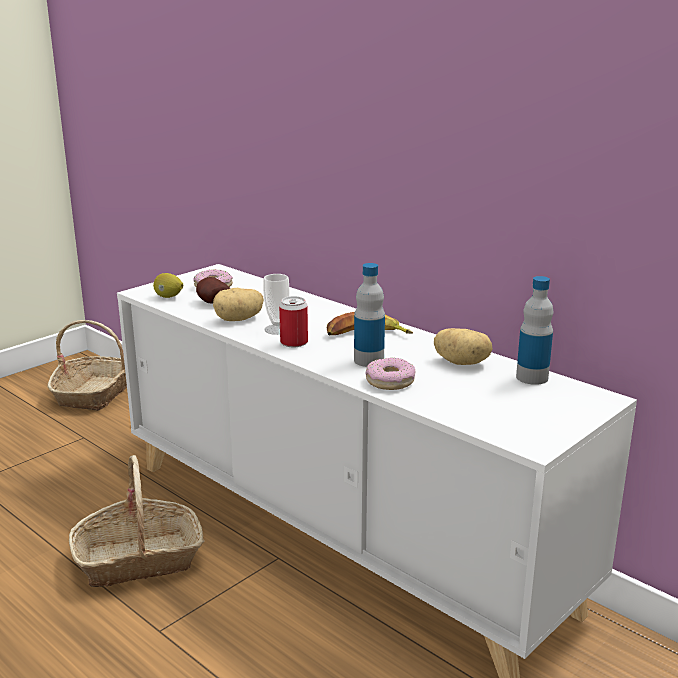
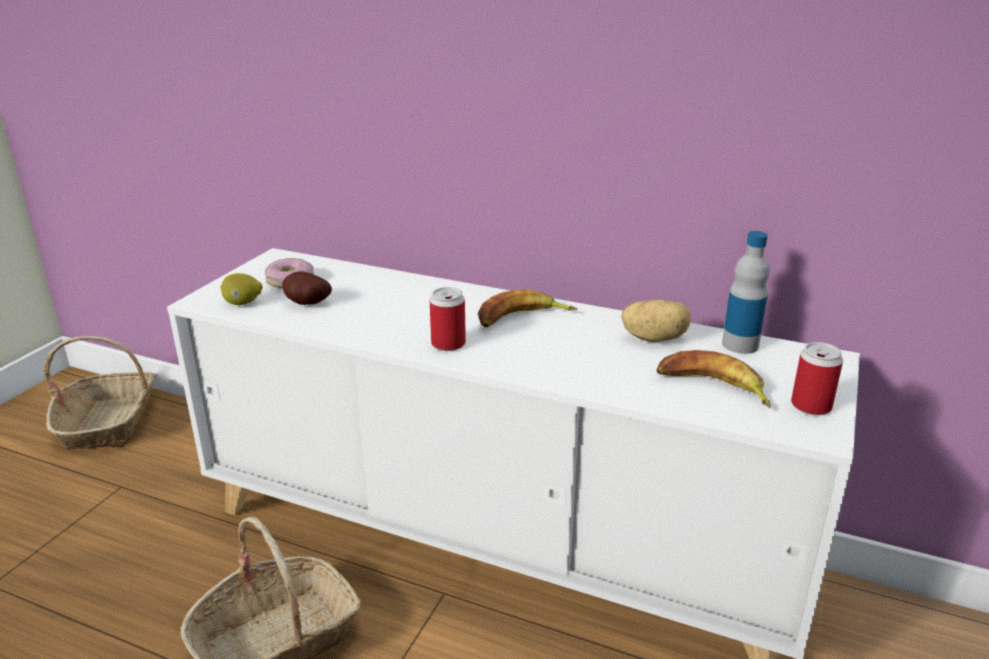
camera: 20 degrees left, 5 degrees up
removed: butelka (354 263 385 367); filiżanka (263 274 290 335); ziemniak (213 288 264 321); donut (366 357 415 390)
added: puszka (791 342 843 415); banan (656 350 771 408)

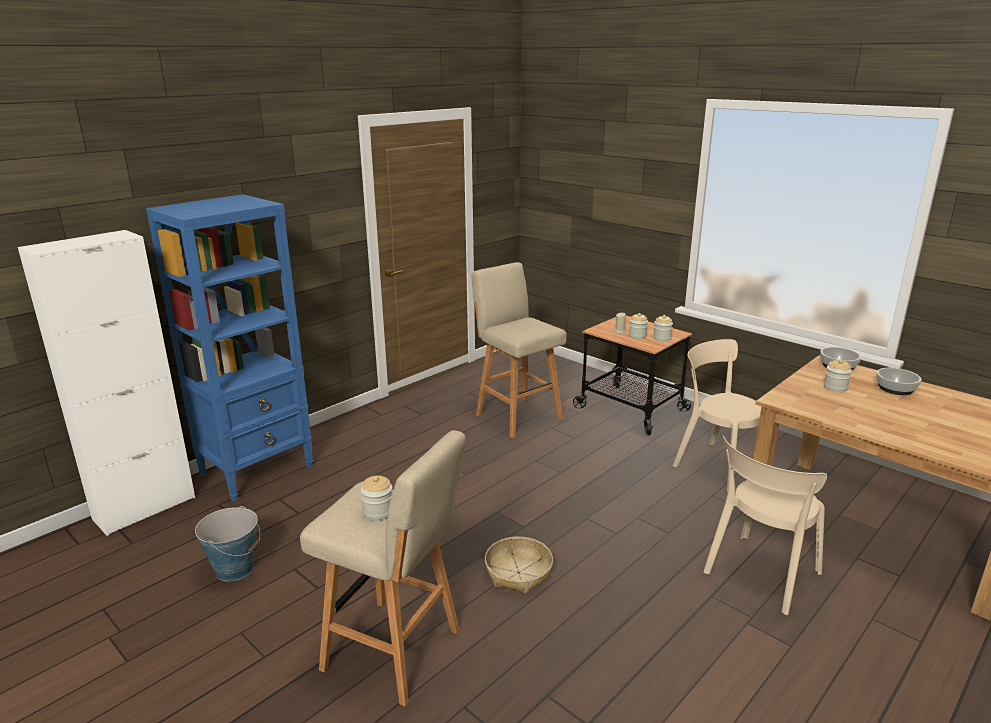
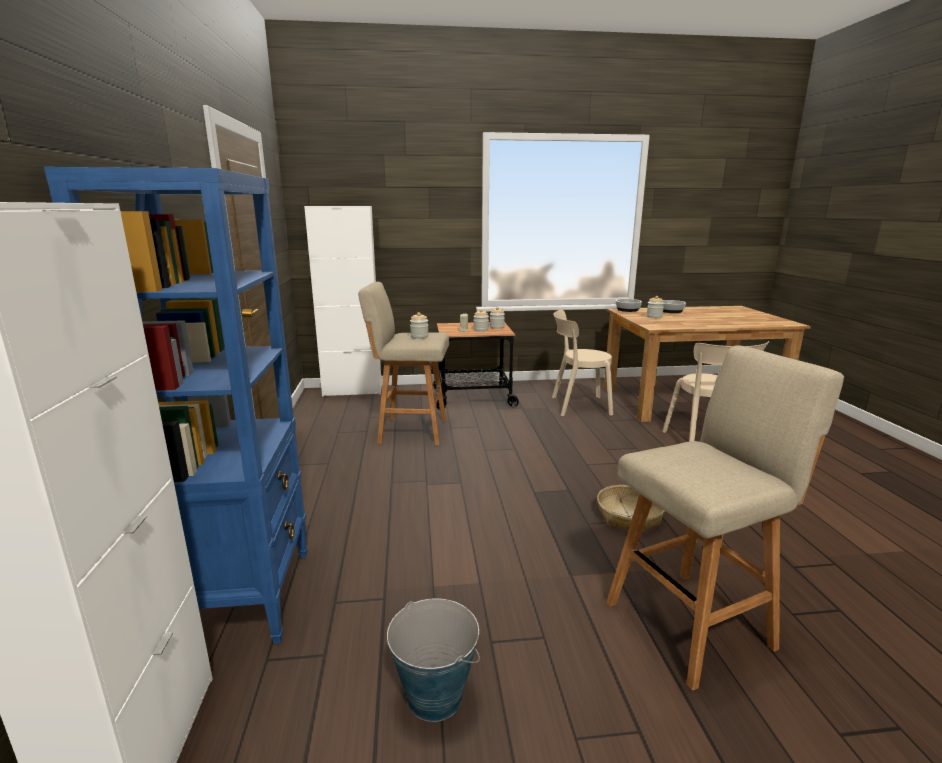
camera: 50 degrees left, 5 degrees down
added: szafka [biały] (304 206 382 397)
moved: słoik (361 475 393 521) to (410 312 429 339)

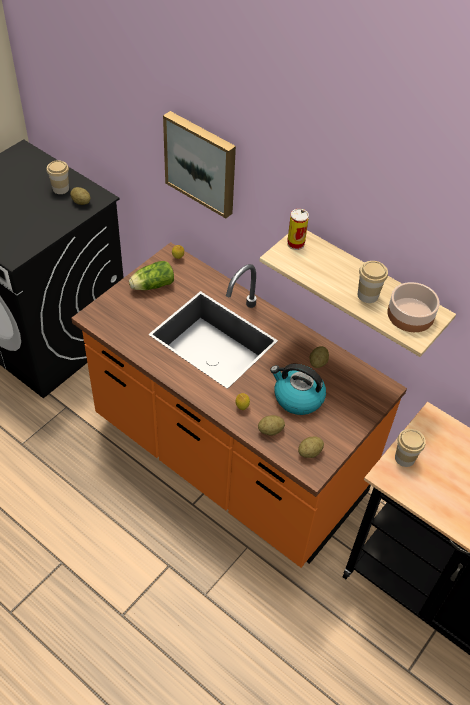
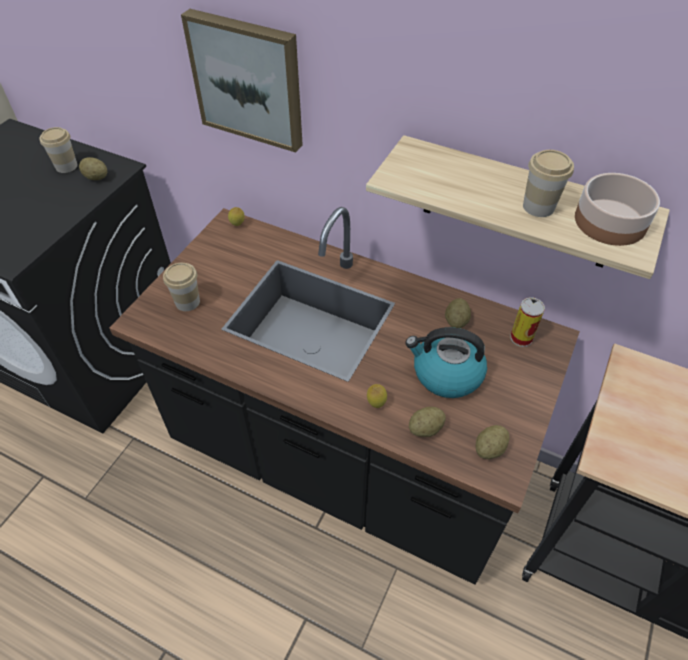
camera: 10 degrees left, 0 degrees up
removed: sałata (129 261 174 290)
moved: puszka (287 209 309 250) to (510 297 545 347); filiżanka (395 429 426 467) to (163 263 200 311)
recoloured: zabudowa kuchenna [pomarańczowy] (71 242 407 568) to zabudowa kuchenna [czarny] (109 207 580 585)

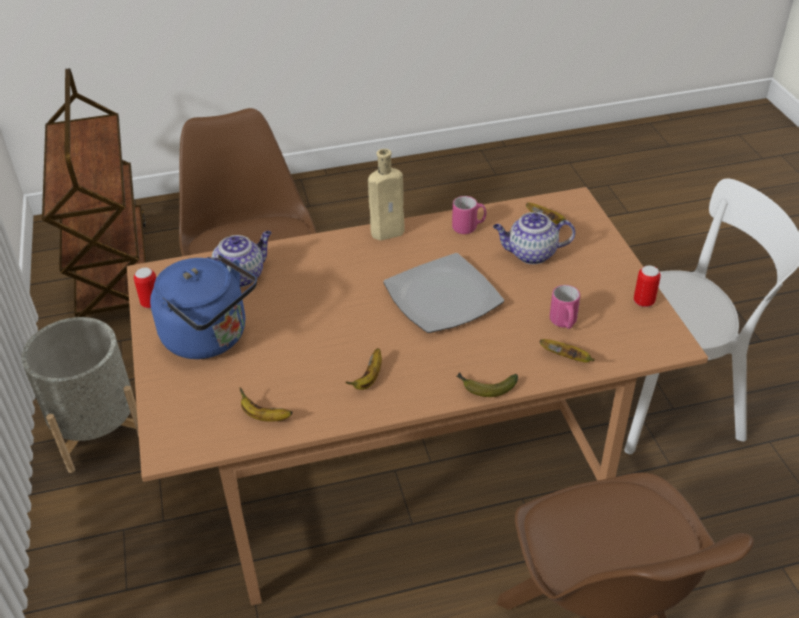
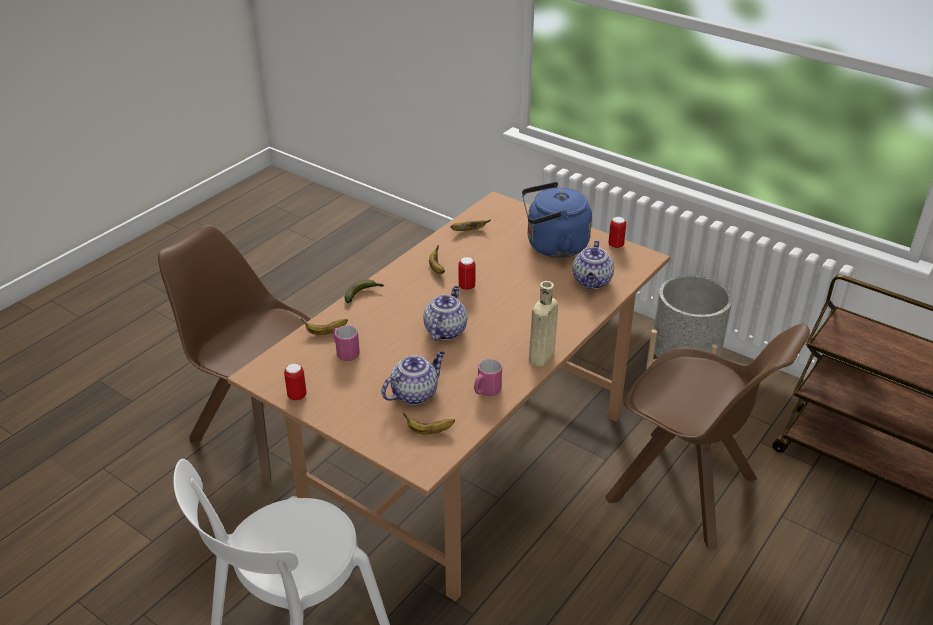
camera: 140 degrees right, 5 degrees down
added: puszka (459 257 475 290)
replaced: talerz (383 253 504 333) to imbryk (423 286 467 341)

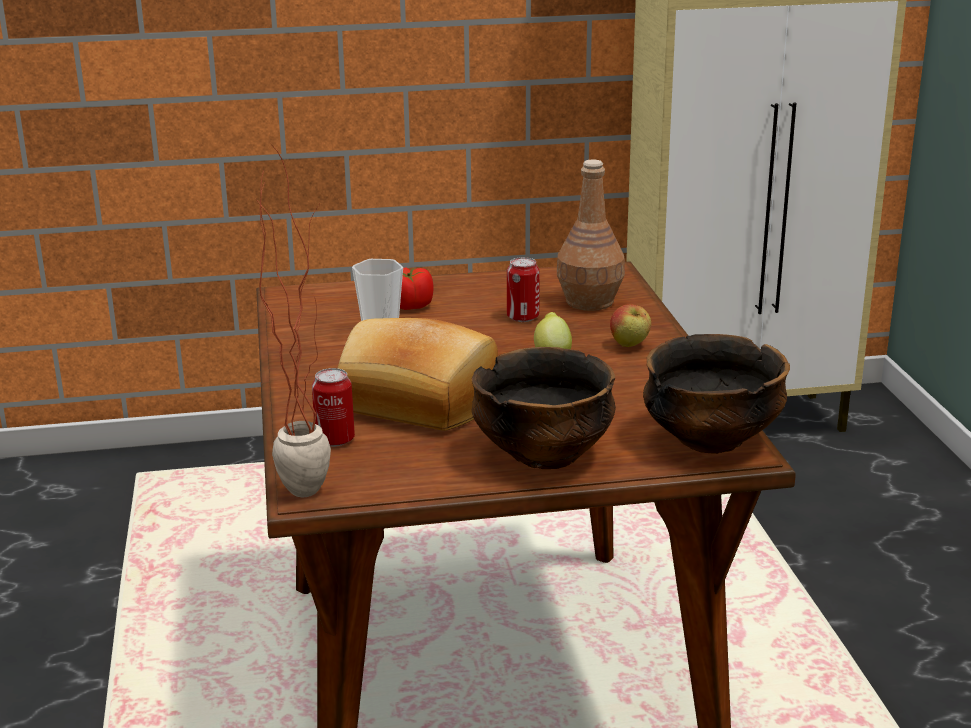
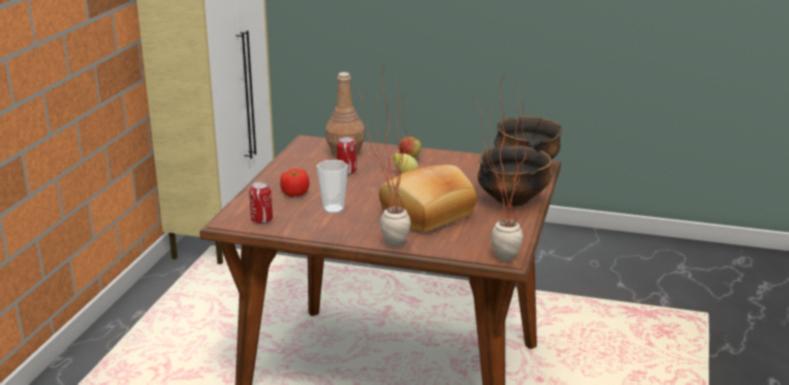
camera: 65 degrees left, 0 degrees up
added: roślina doniczkowa (359 67 413 247)
moved: puszka (312 368 355 447) to (249 181 273 224)

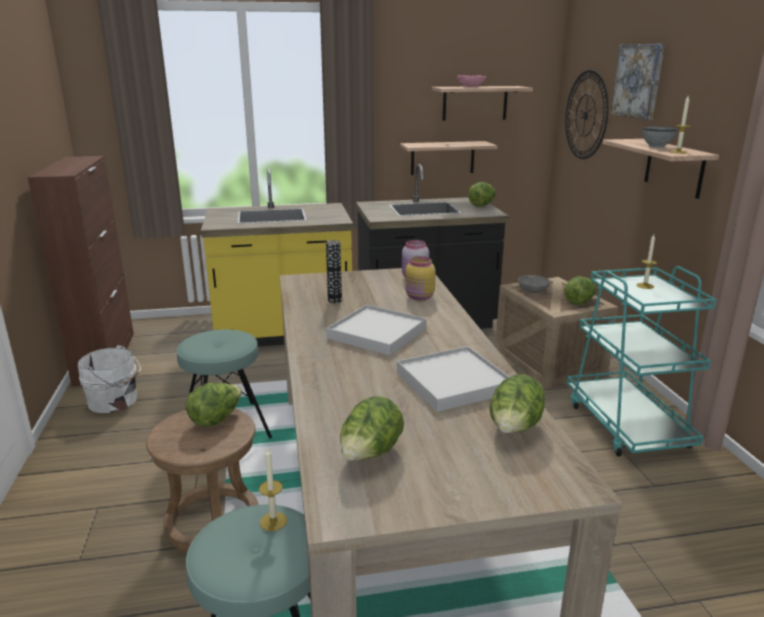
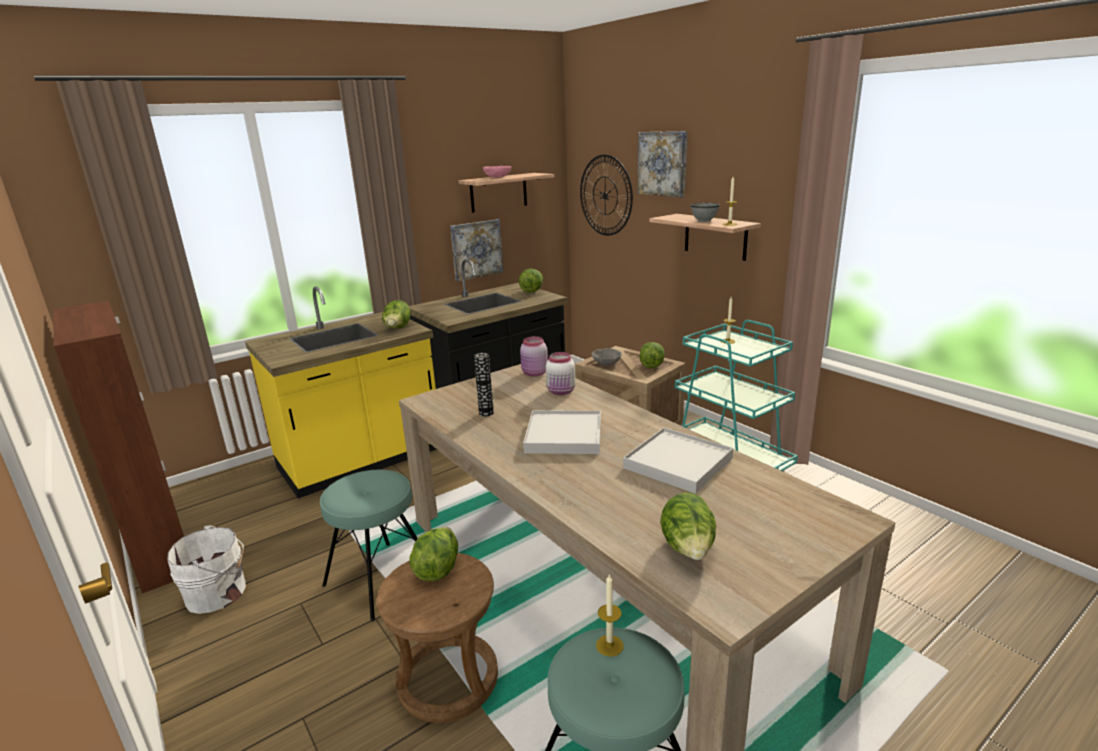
camera: 25 degrees left, 0 degrees up
moved: sałata (490 374 546 433) to (382 300 411 329)
replaced: półka (400 141 498 175) to obraz (450 219 503 281)
recoloured: słoik [żółty] (405 256 436 300) to słoik [biały] (546 352 575 395)

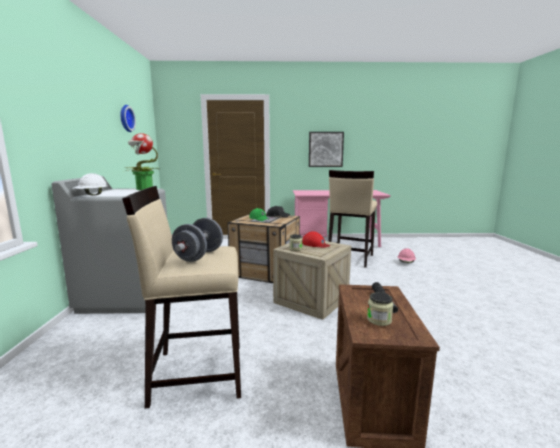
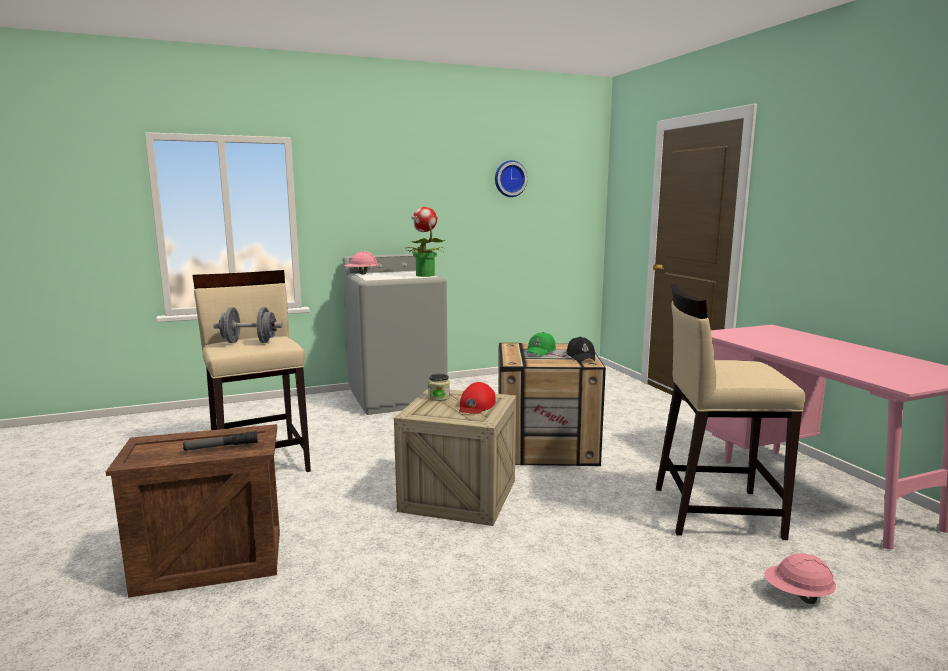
camera: 70 degrees right, 0 degrees up
removed: obraz (309 132 344 167); słoik (367 292 393 326)
recoloured: kask [biały] (74 173 108 196) to kask [różowy] (344 251 379 274)

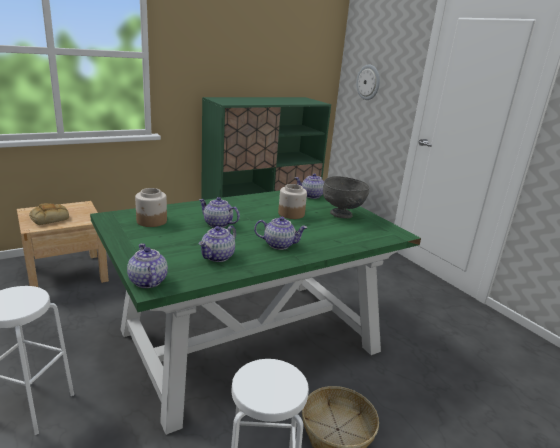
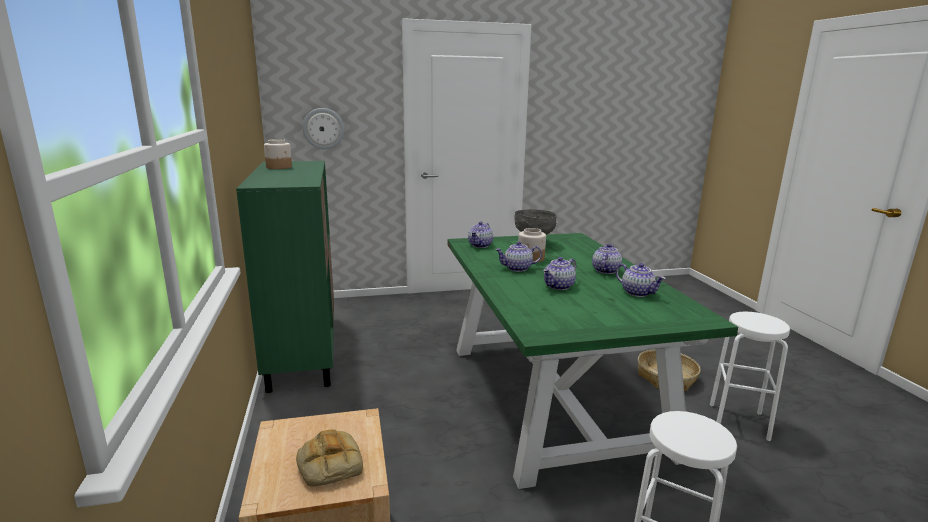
camera: 70 degrees left, 5 degrees down
moved: słoik (135 188 167 227) to (264 139 292 169); imbryk (127 244 168 288) to (495 241 542 272)

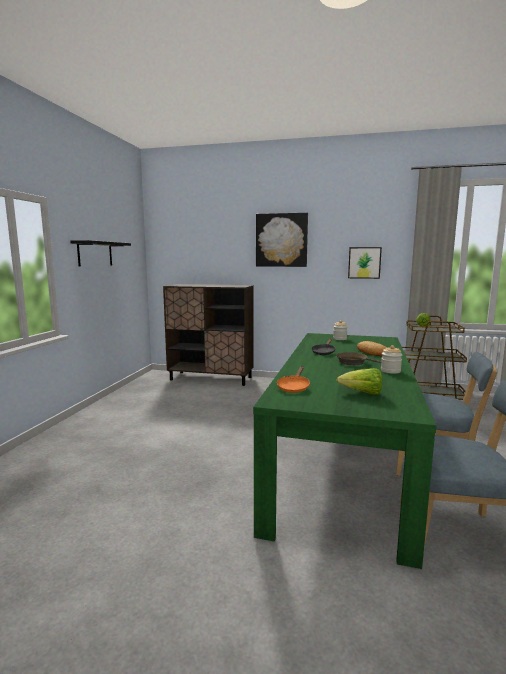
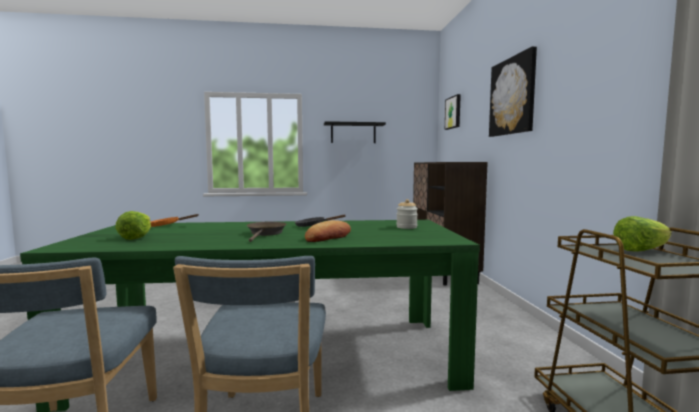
camera: 70 degrees right, 5 degrees down
removed: słoik (381 345 402 374)
moved: obraz (348 247 382 279) to (445 94 461 130)

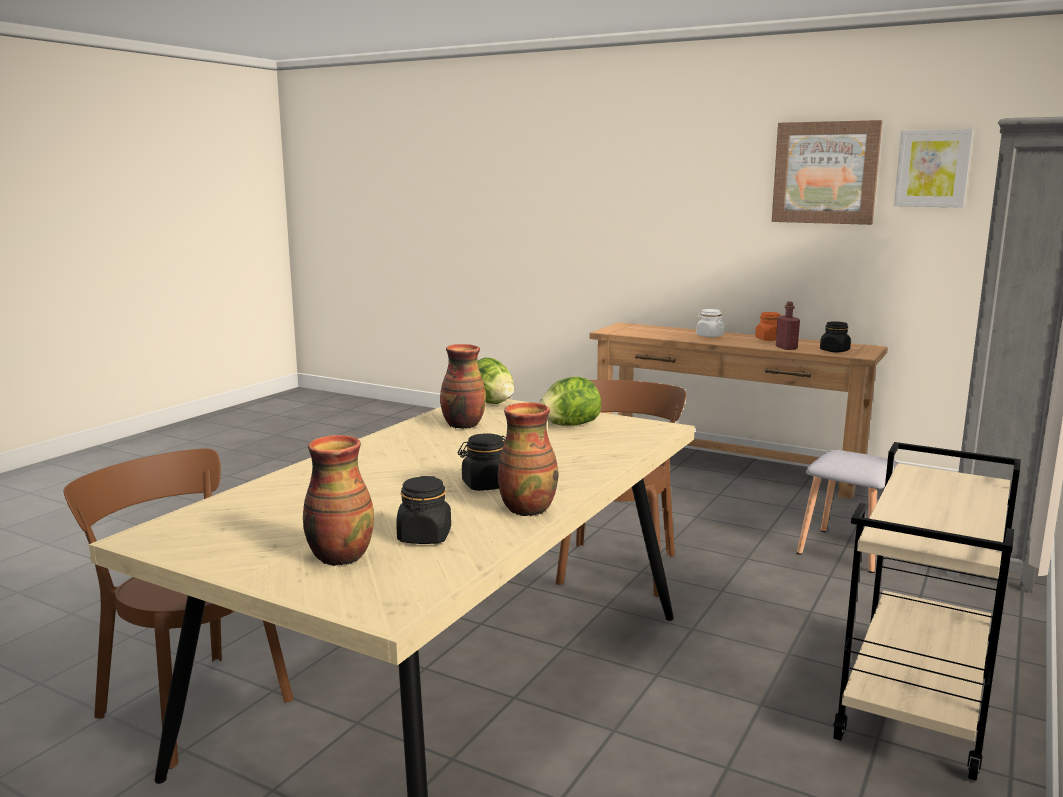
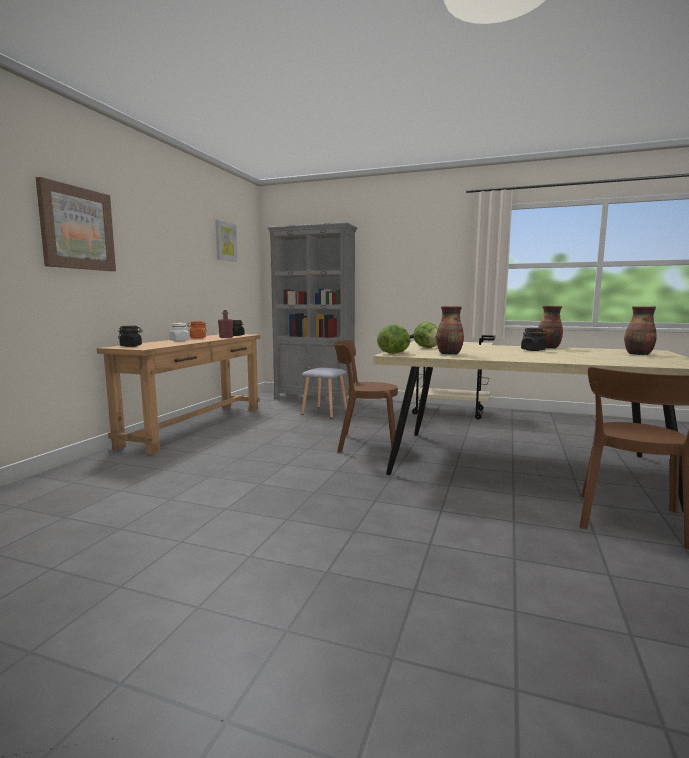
camera: 100 degrees left, 5 degrees down
moved: obraz (772 120 882 225) to (36 177 116 271); słoik [czarny] (396 476 451 544) to (118 326 143 347)

